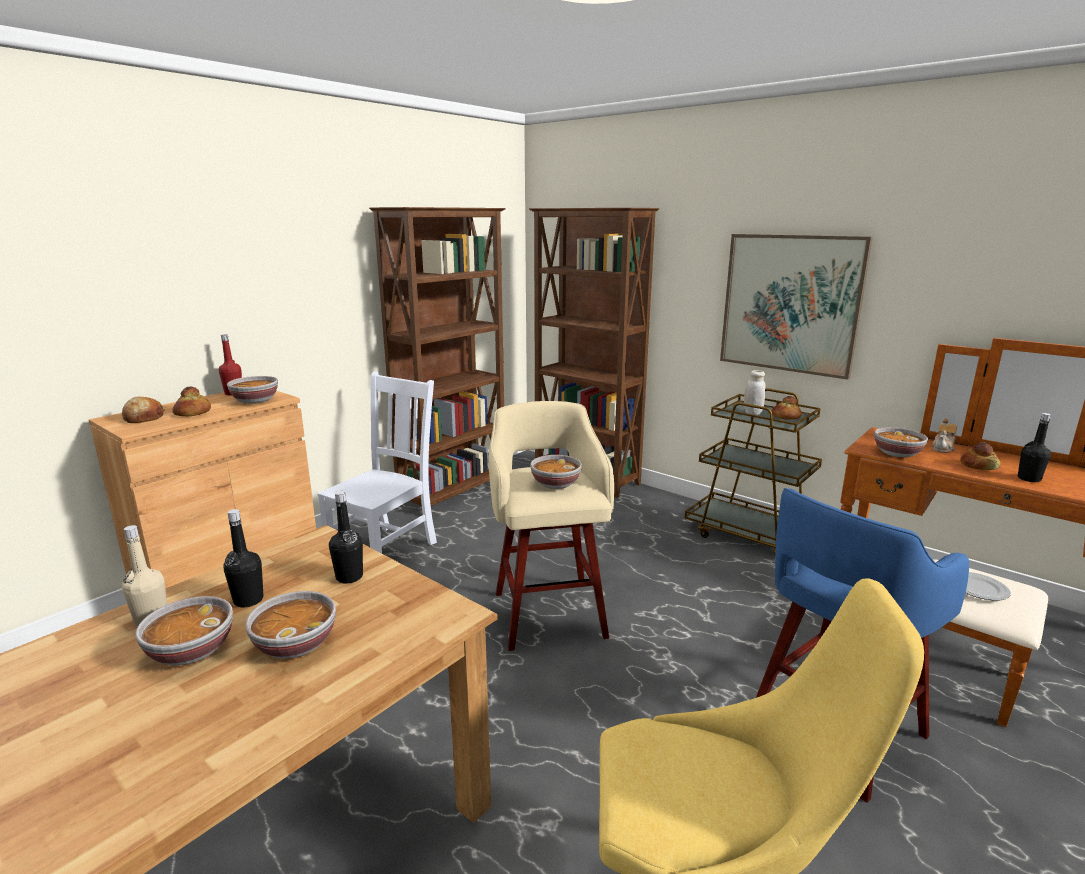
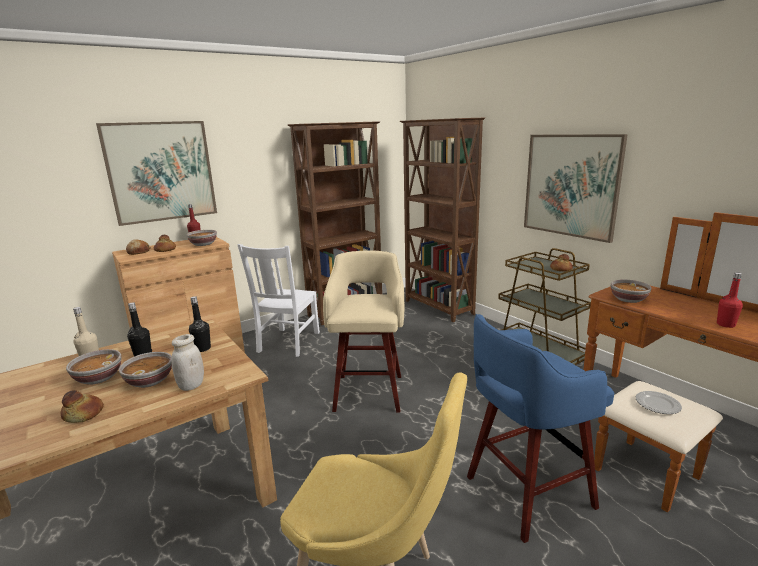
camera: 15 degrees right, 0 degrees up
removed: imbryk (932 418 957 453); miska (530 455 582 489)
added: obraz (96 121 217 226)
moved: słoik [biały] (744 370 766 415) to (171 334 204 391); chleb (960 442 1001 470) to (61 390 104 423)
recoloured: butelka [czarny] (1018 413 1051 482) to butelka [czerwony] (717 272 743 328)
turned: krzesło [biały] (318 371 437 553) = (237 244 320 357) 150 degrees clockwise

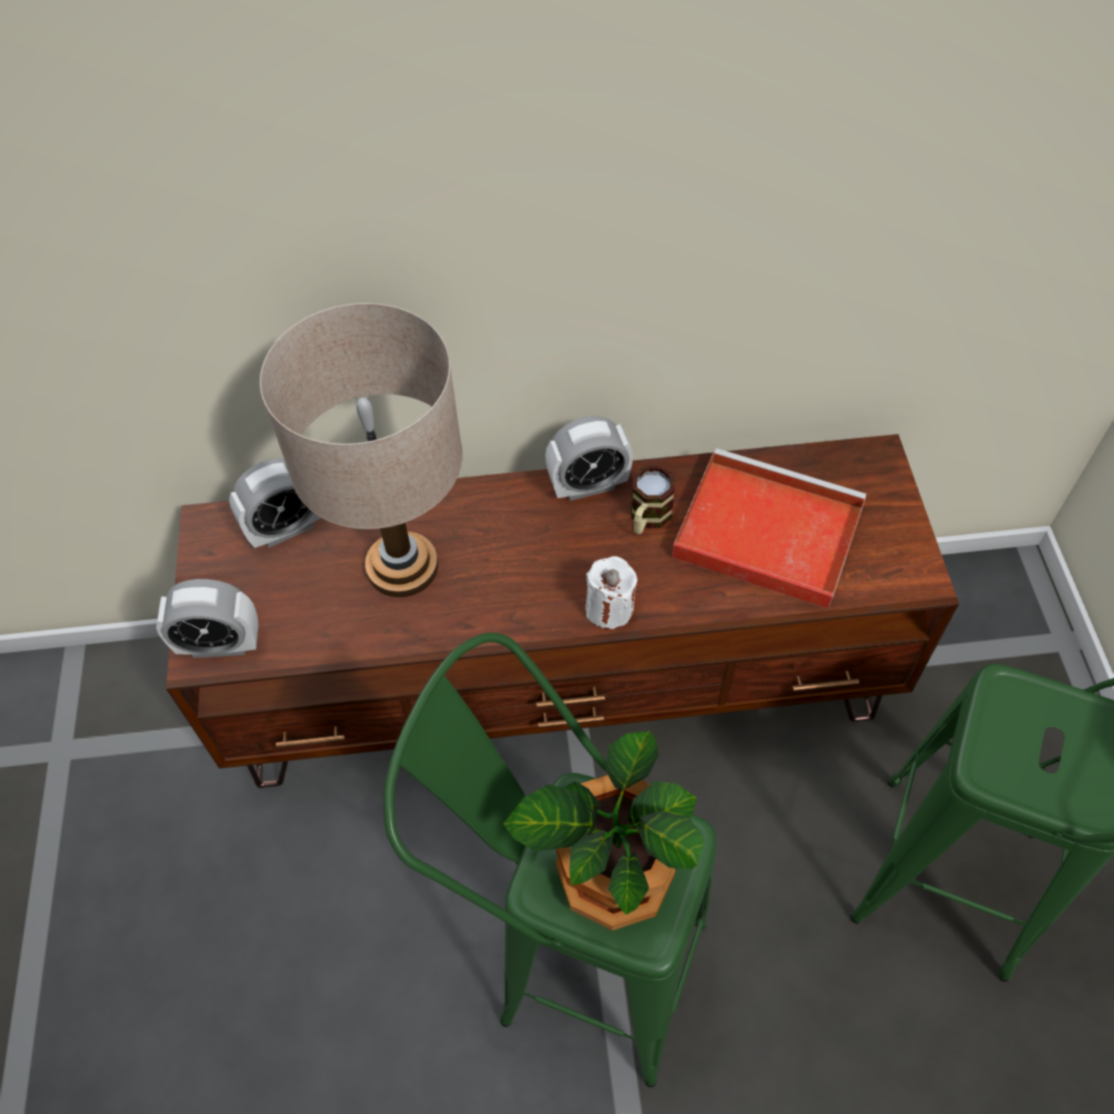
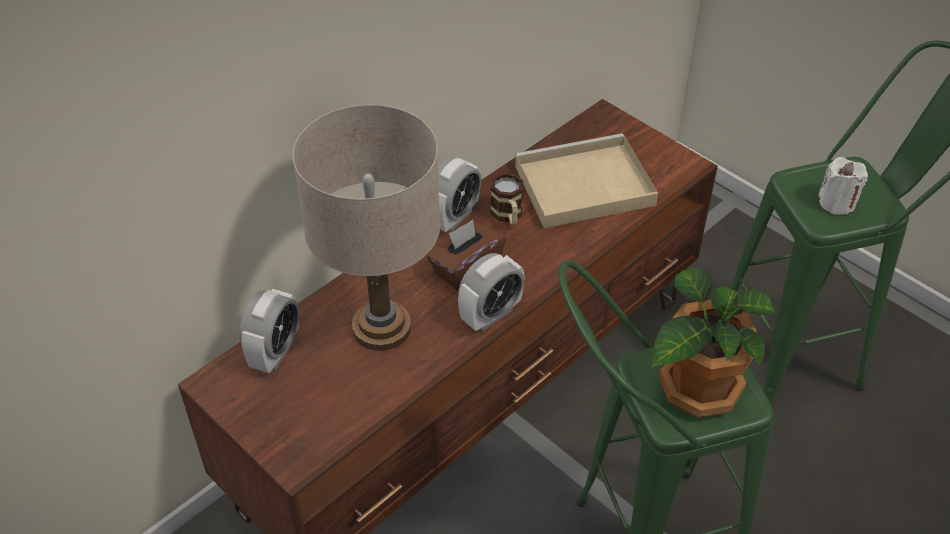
camera: 40 degrees left, 10 degrees down
added: pudełko chusteczek [brązowy] (427 220 506 290)
moved: świeca [biały] (585 556 637 629) to (818 157 868 215); budzik (156 579 258 658) to (458 253 525 331)
recoloured: taca [czerwony] (672 448 866 609) to taca [beżowy] (515 133 658 228)

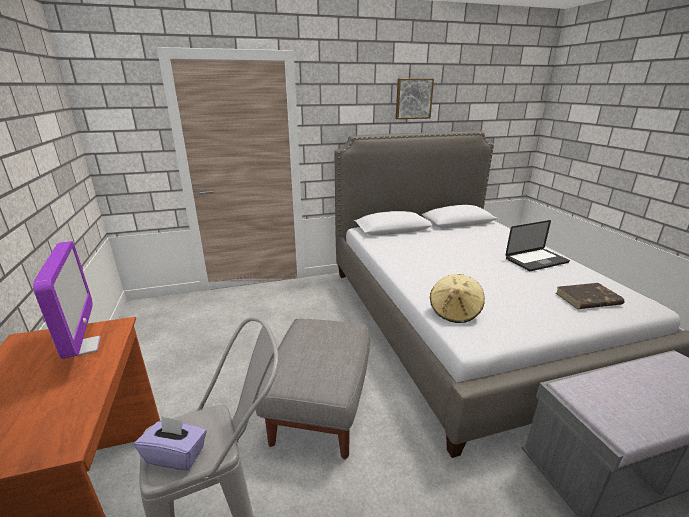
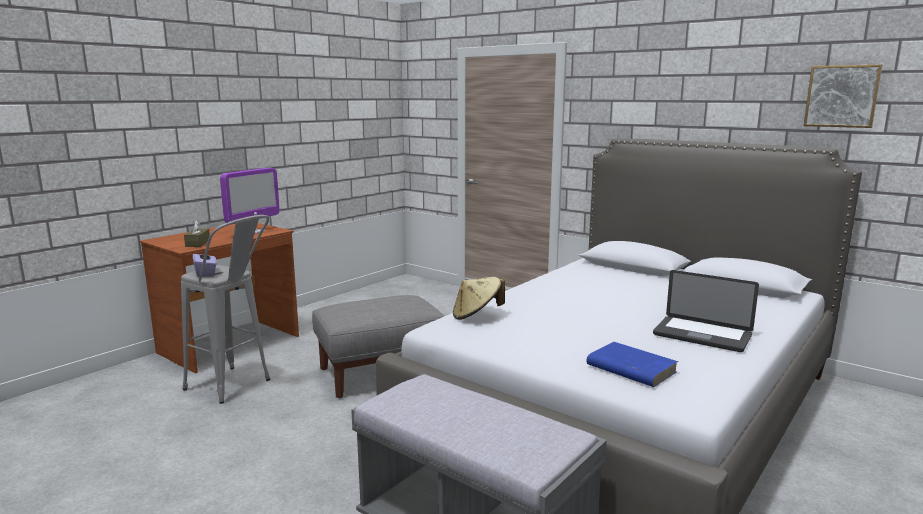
camera: 55 degrees right, 10 degrees down
added: pudełko chusteczek [brązowy] (184 220 210 247)
moved: obraz (396 79 434 119) to (804 64 882 128)
recoloured: książka [brązowy] (556 283 624 309) to książka [niebieski] (586 342 678 387)

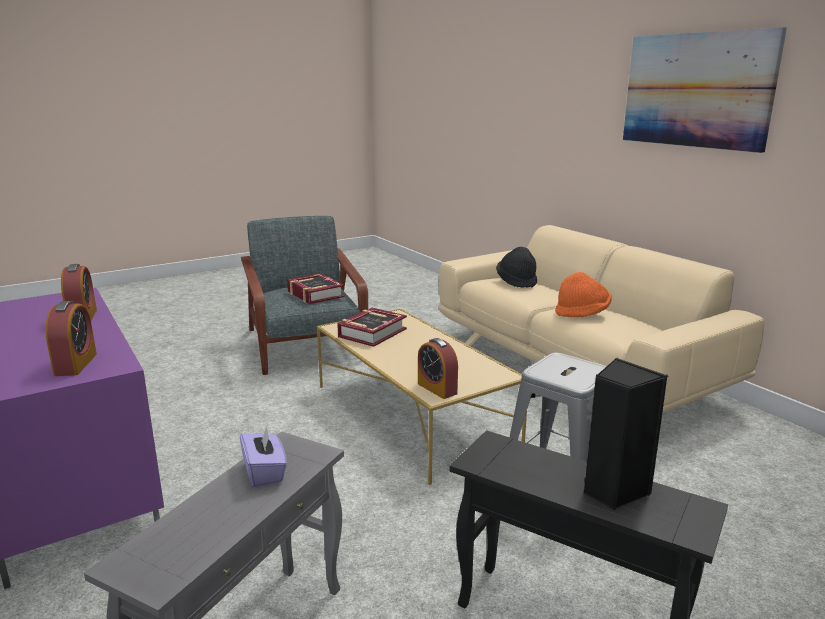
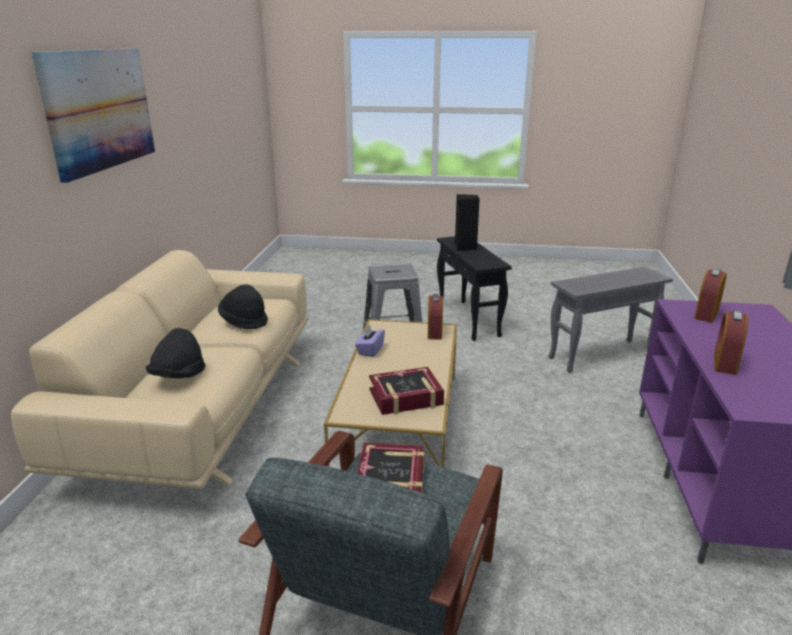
camera: 140 degrees left, 5 degrees up
moved: pudełko chusteczek [fioletowy] (240 425 287 488) to (355 325 385 357)
recoloured: kapelusz [pomarańczowy] (555 272 612 317) to kapelusz [czarny] (218 284 268 330)

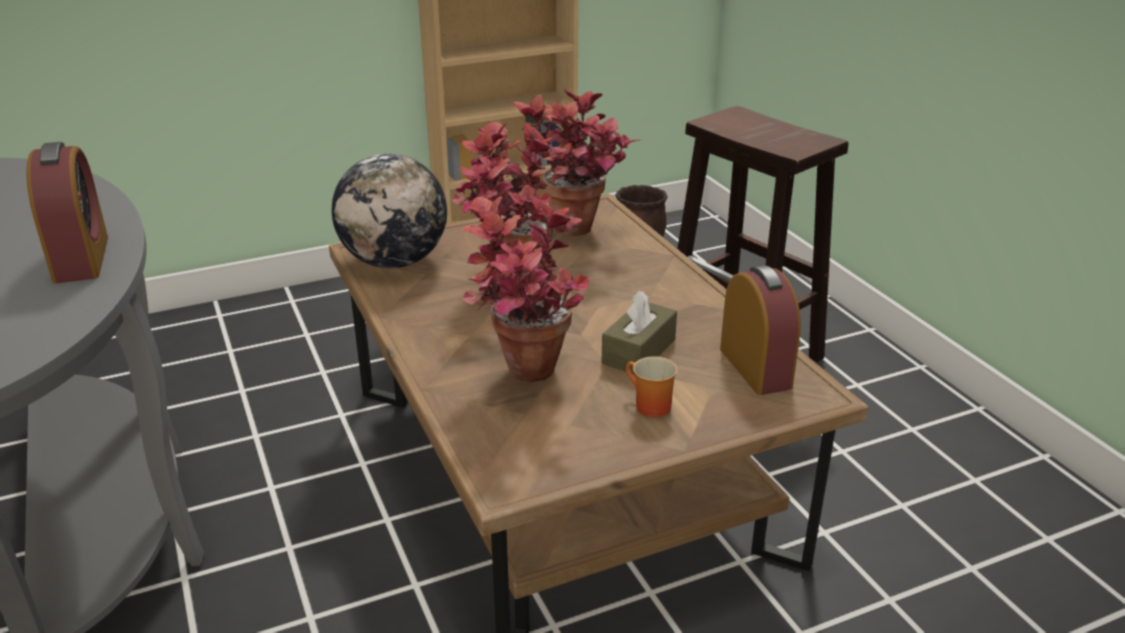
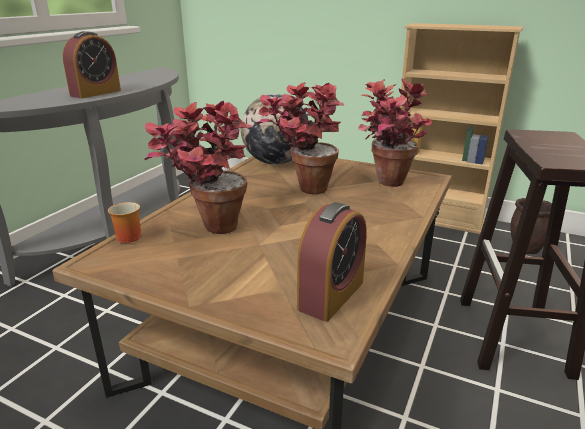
camera: 50 degrees right, 5 degrees down
removed: pudełko chusteczek [brązowy] (602 290 677 375)
moved: kubek (626 356 678 417) to (108 202 141 243)

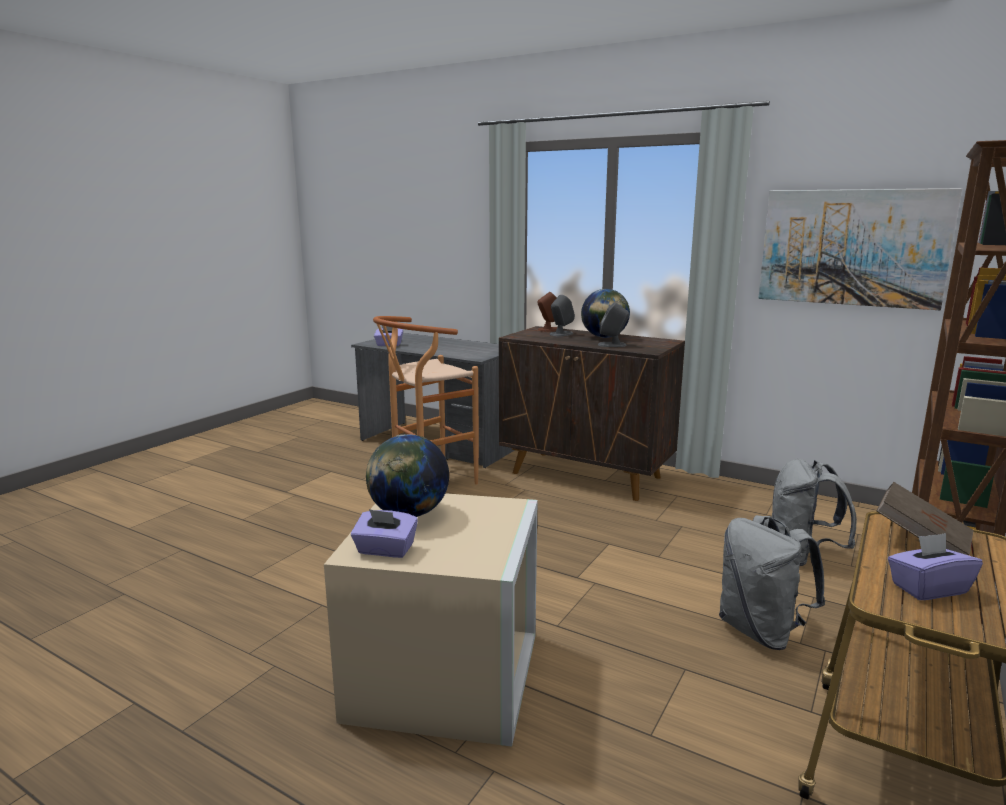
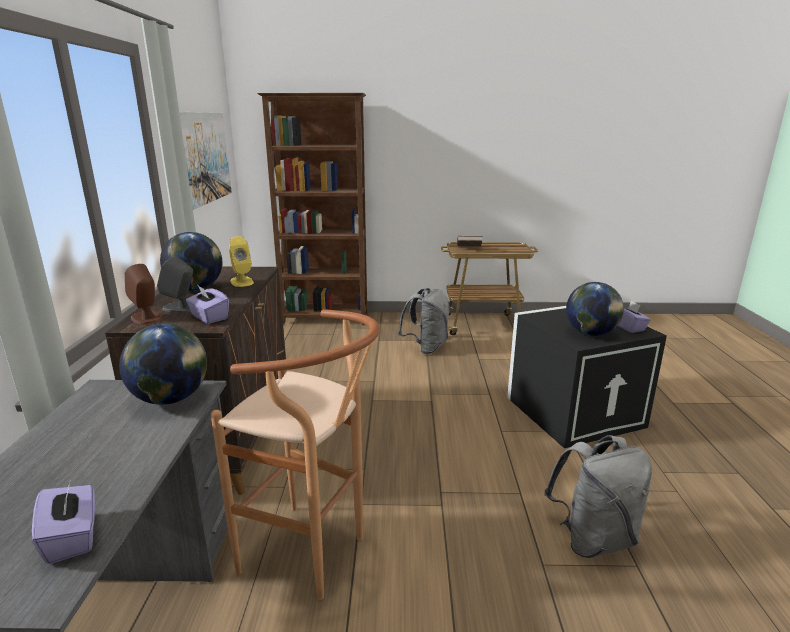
camera: 120 degrees left, 5 degrees up
added: globus (119 324 207 405)
moved: plecak [szary] (772 459 857 566) to (544 435 652 558); pudełko chusteczek [fioletowy] (888 533 983 600) to (186 286 229 324)
recoloured: głośnik [szary] (598 302 629 347) to głośnik [żółty] (229 236 254 287); pojemnik do przechowywania [beżowy] (324 493 538 747) to pojemnik do przechowywania [czarny] (507 306 667 448)

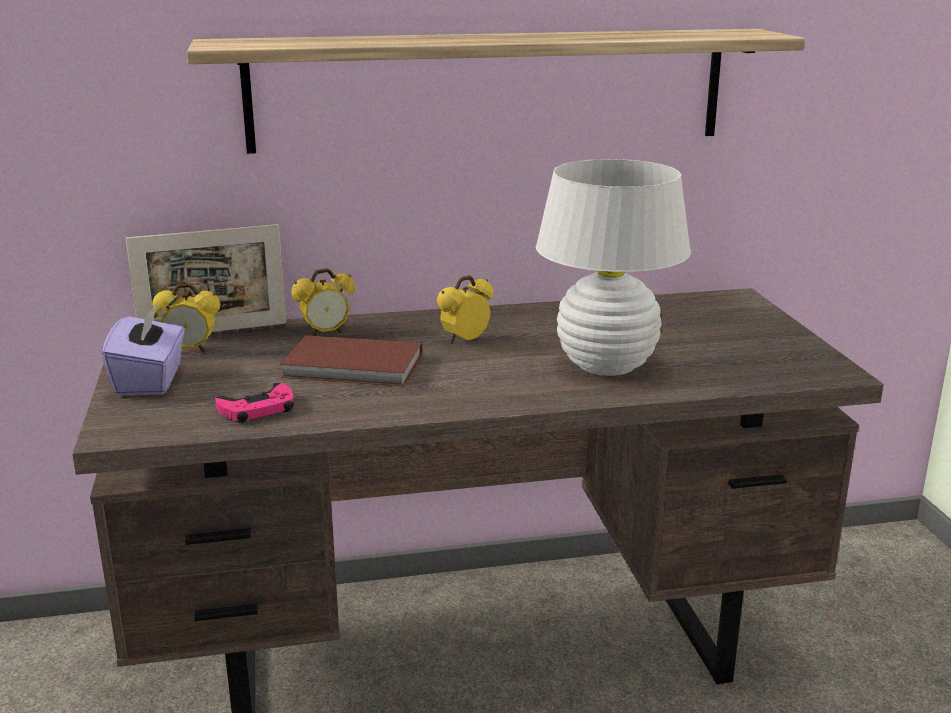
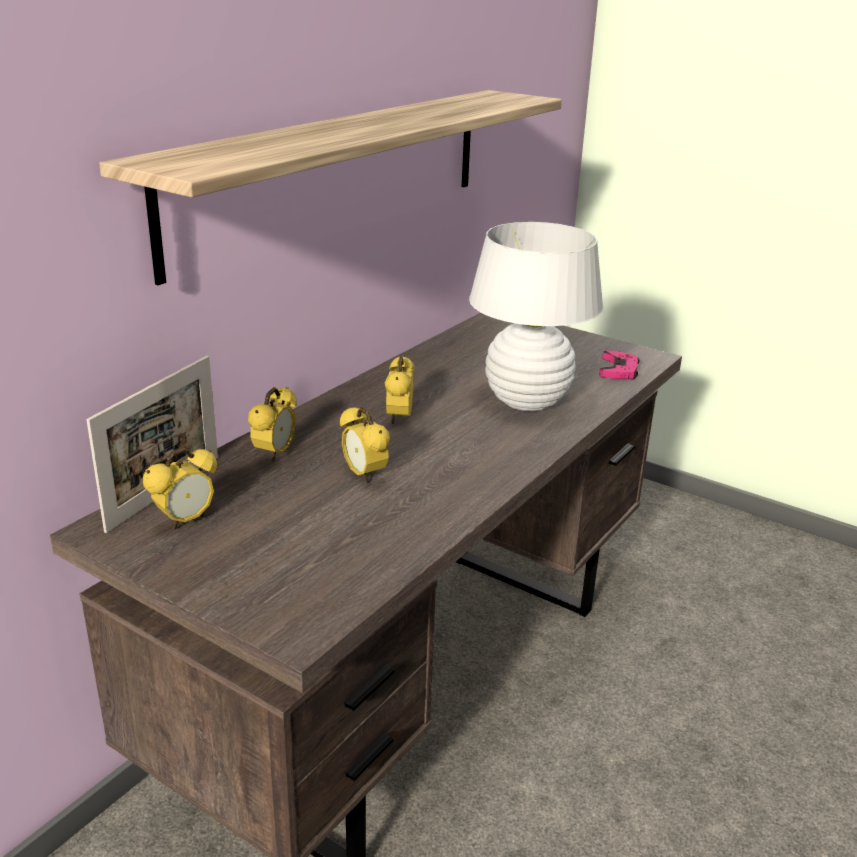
camera: 45 degrees left, 5 degrees up
removed: pudełko chusteczek [fioletowy] (102 303 185 396)
moved: pad do gier [różowy] (215 383 294 423) to (599 350 639 379)
replaced: książka [brązowy] (280 335 423 387) to budzik (340 407 390 484)

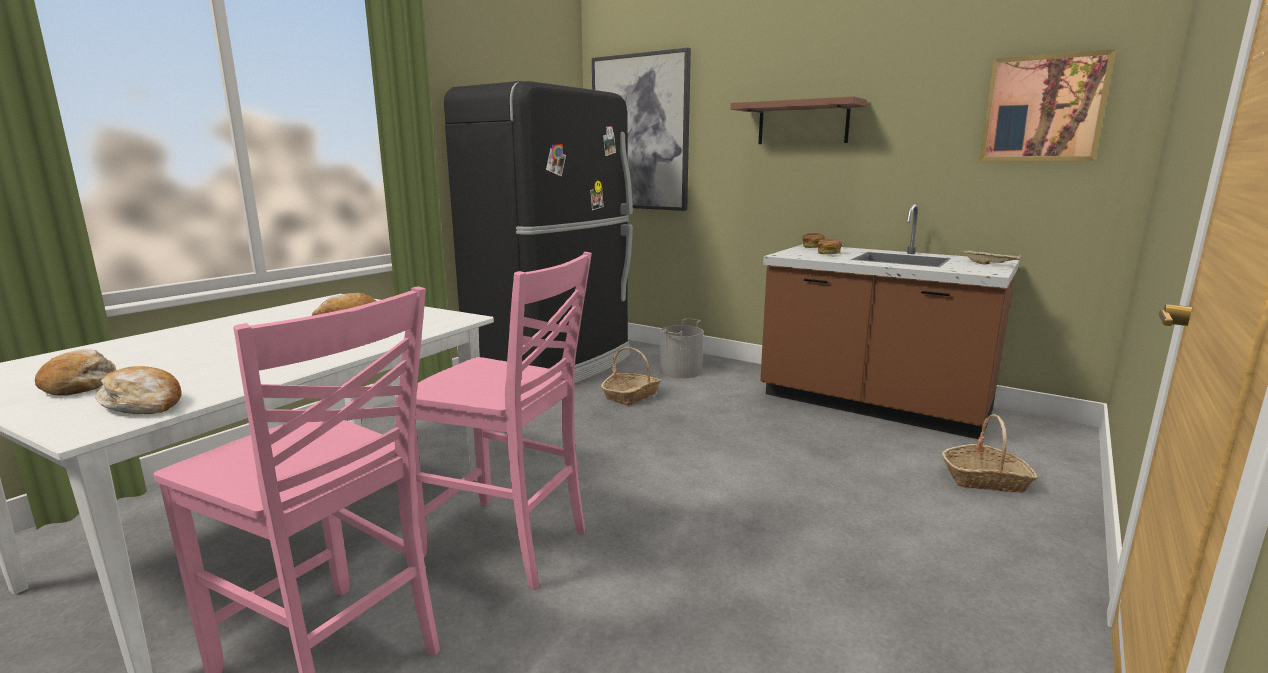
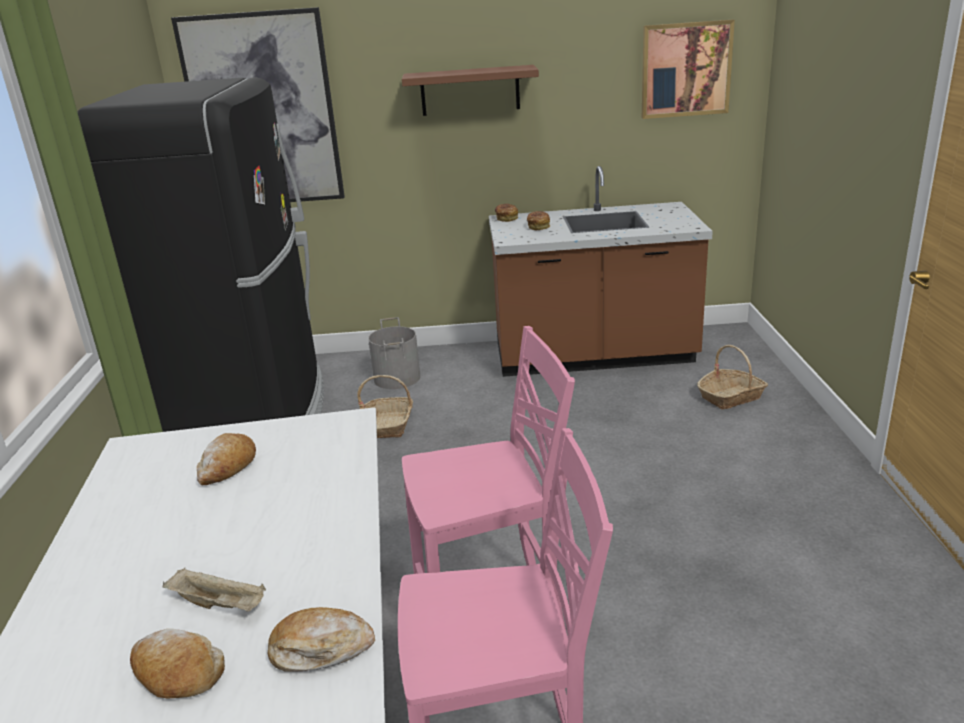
camera: 35 degrees left, 10 degrees up
moved: taca [beżowy] (961 250 1022 265) to (163 568 266 611)

